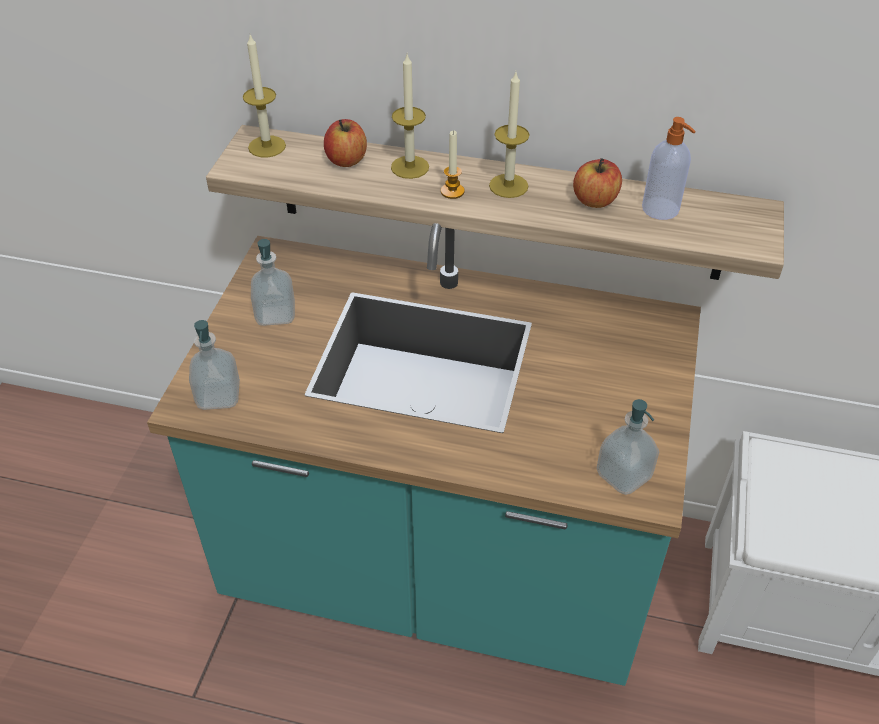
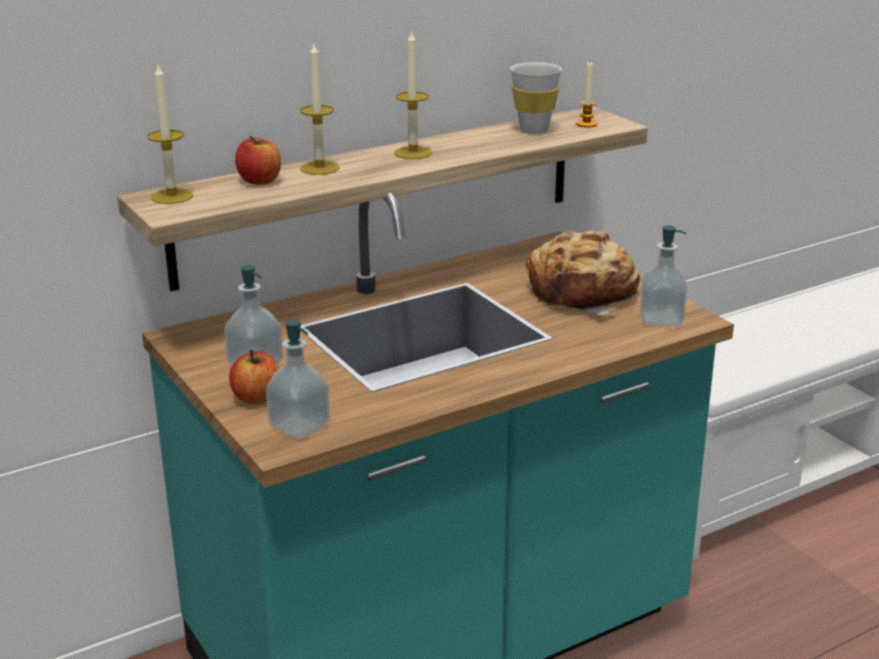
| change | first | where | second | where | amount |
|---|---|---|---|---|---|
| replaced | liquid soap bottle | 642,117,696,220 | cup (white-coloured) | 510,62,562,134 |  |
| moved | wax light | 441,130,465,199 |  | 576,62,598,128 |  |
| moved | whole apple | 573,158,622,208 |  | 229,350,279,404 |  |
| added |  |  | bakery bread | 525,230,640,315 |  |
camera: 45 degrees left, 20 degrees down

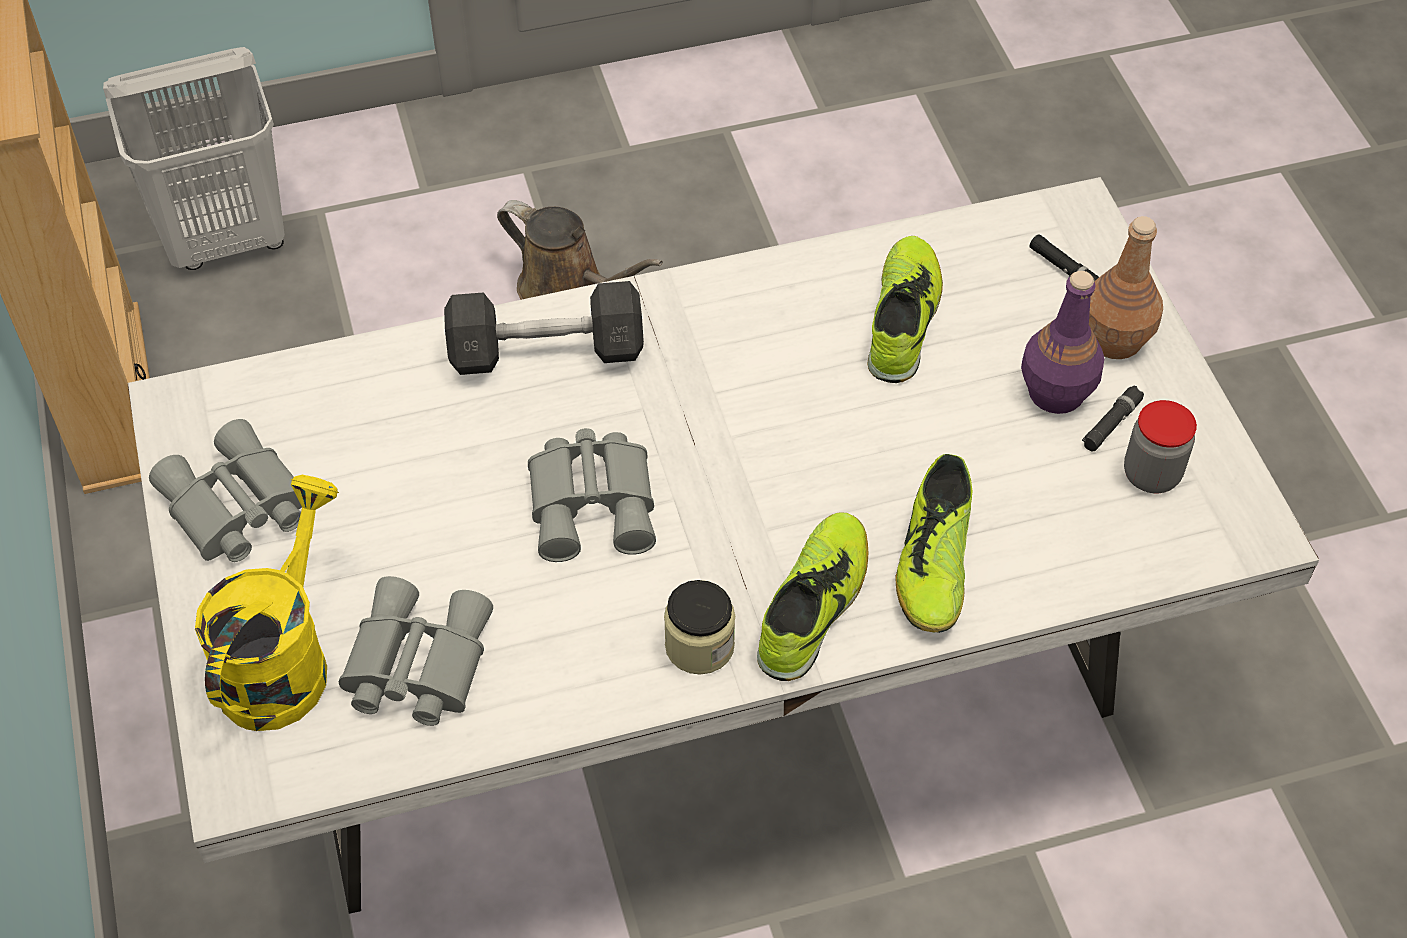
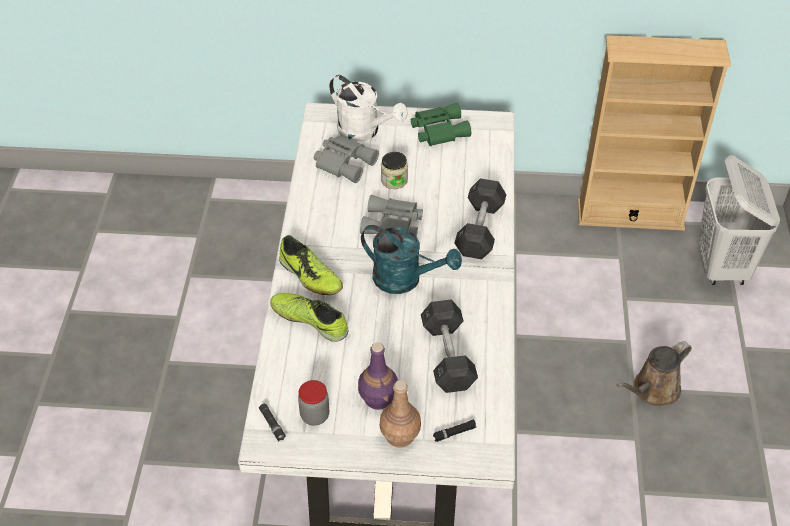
| change | first | where | second | where | amount |
|---|---|---|---|---|---|
| replaced | item of footwear | 867,236,943,383 | free weight (greyish) | 421,300,478,393 |  |
| moved | torch (black) | 1082,386,1144,451 |  | 259,403,286,441 |  |
| recoloured | pair of binoculars (greyish) | 149,419,302,562 | pair of binoculars (green-coloured) | 411,103,471,146 |  |
| recoloured | watering pot (yellowish) | 195,475,339,731 | watering pot (white-coloured) | 329,75,408,141 |  |
| moved | storage jar | 664,580,735,675 |  | 381,152,408,189 |  |
| added |  |  | watering pot (turquoise) | 361,225,462,294 |  |
camera: 110 degrees right, 5 degrees down

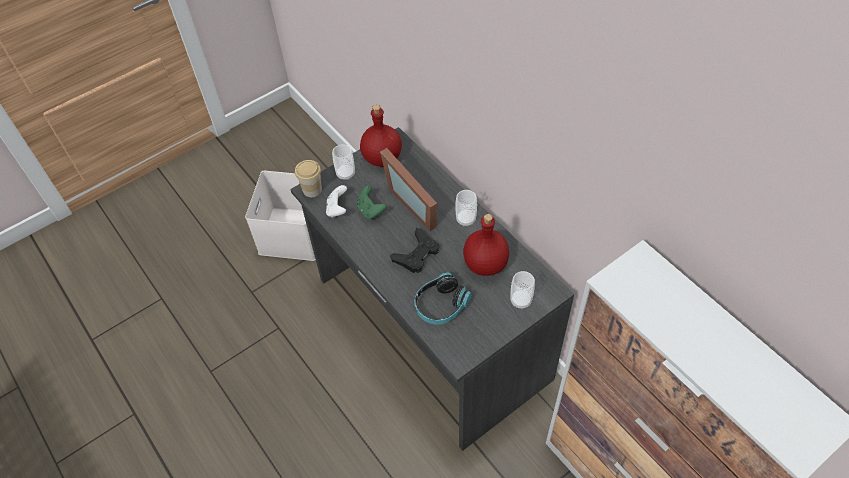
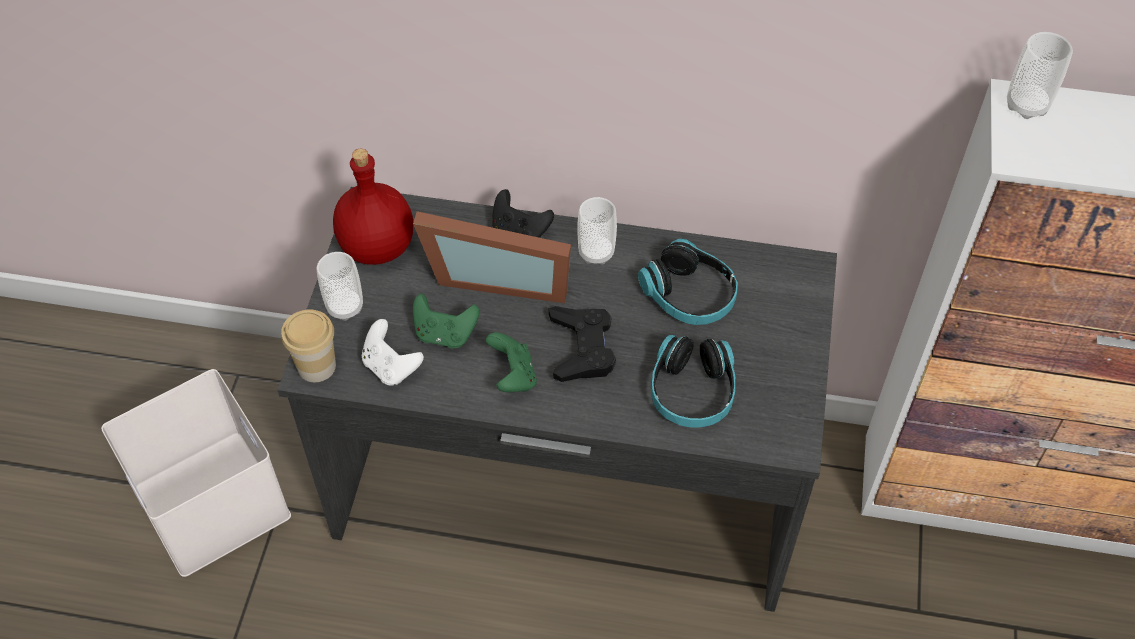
| change | first | where | second | where | amount |
|---|---|---|---|---|---|
| replaced | beverage bottle (red) | 463,214,509,276 | pair of headphones | 638,238,738,325 |  |
| moved | cup | 510,271,535,309 |  | 1007,32,1073,119 |  |
| added |  |  | gamepad (black) | 492,189,554,238 |  |
| added |  |  | gamepad (green-coloured) | 486,332,537,392 |  |
camera: 45 degrees left, 0 degrees up

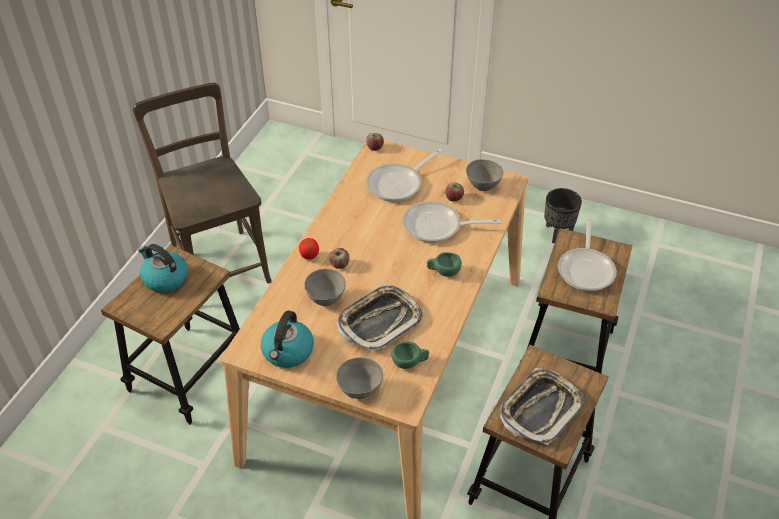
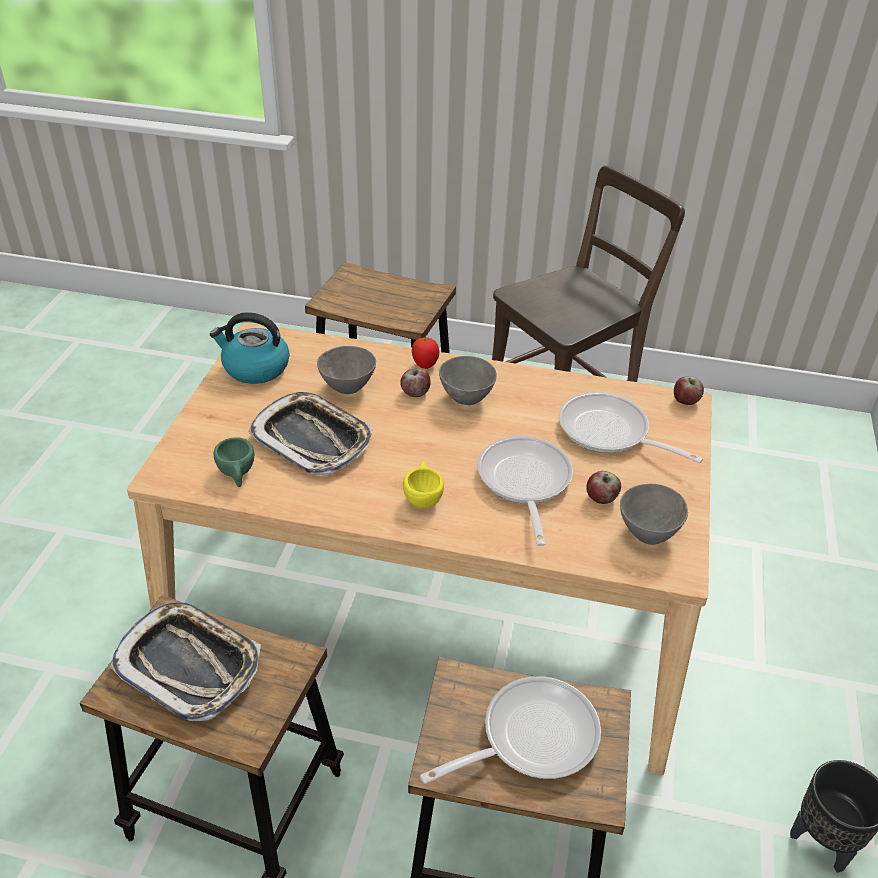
| change | first | where | second | where | amount |
|---|---|---|---|---|---|
| turned | skillet | 558,217,617,291 |  | 420,676,601,784 | 150 degrees clockwise |
| removed | kettle | 138,244,188,292 |  |  |  |
| recoloured | cup (green-coloured) | 427,252,462,277 | cup (yellowish) | 403,461,444,508 |  |
| moved | serving bowl (greyish) | 336,357,383,399 |  | 439,356,497,405 |  |
camera: 80 degrees right, 5 degrees down

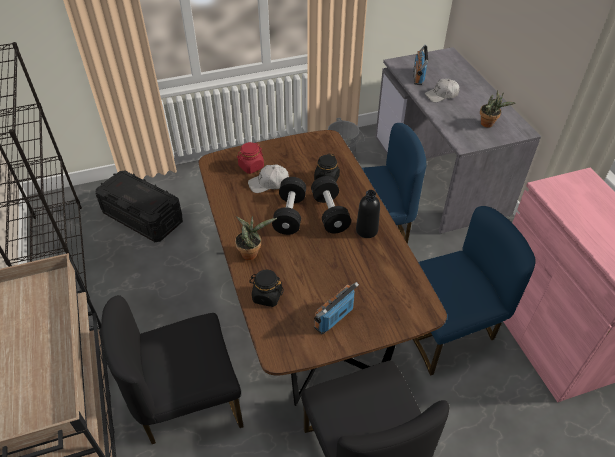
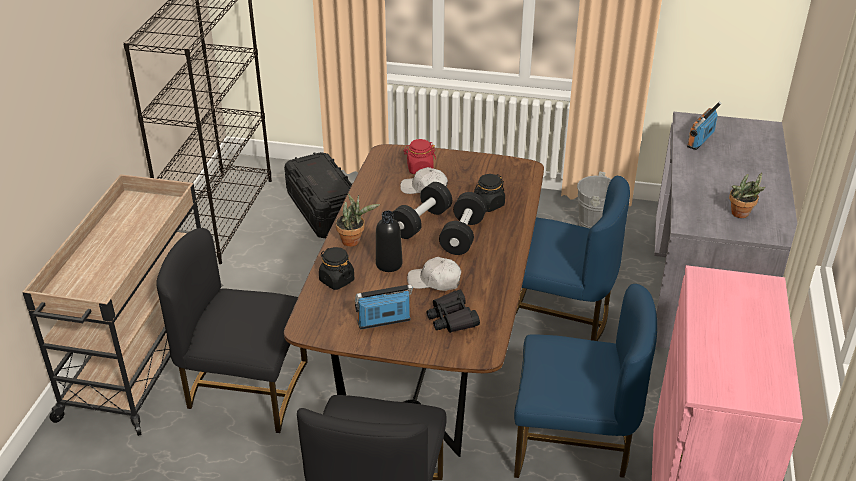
| change | first | where | second | where | amount |
|---|---|---|---|---|---|
| moved | baseball cap (white-coloured) | 425,79,460,102 |  | 407,257,461,291 |  |
| moved | beverage bottle (black) | 356,190,380,238 |  | 376,211,403,272 |  |
| added |  |  | pair of binoculars (black) | 426,290,480,333 |  |
camera: 30 degrees right, 10 degrees down

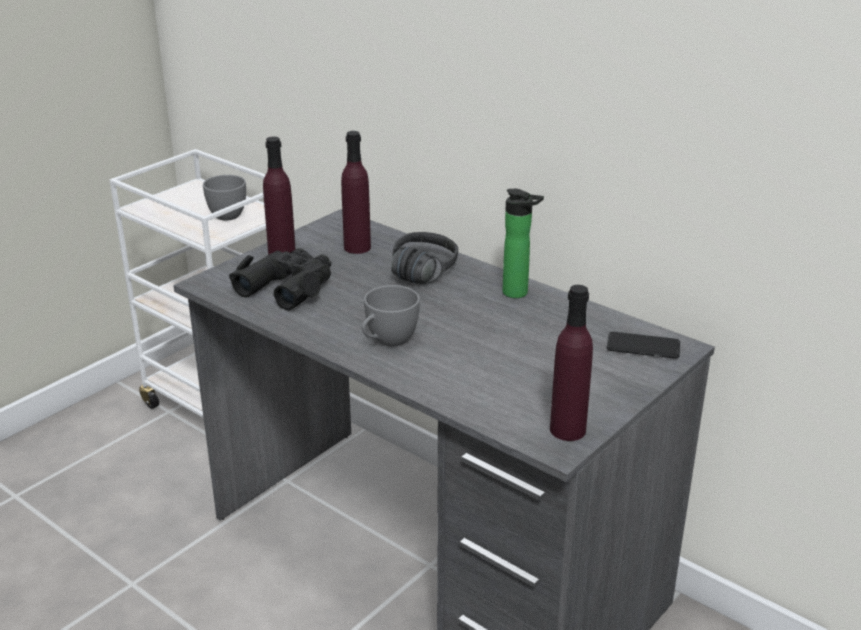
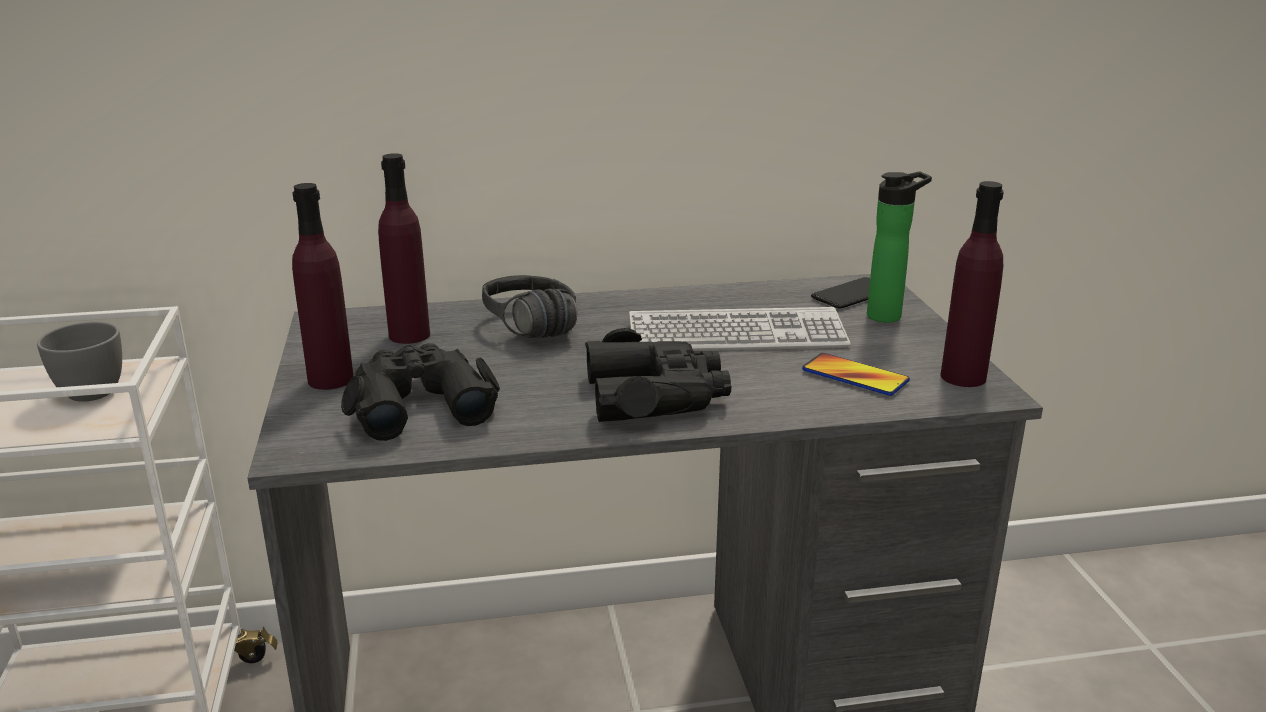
| change | first | where | second | where | amount |
|---|---|---|---|---|---|
| moved | beverage bottle | 502,189,544,298 |  | 867,172,932,323 |  |
| replaced | cup (greyish) | 362,285,420,346 | pair of binoculars (black) | 585,328,731,422 |  |
| added |  |  | keyboard | 629,307,851,351 |  |
| added |  |  | telephone | 802,353,910,396 |  |
camera: 50 degrees left, 5 degrees down

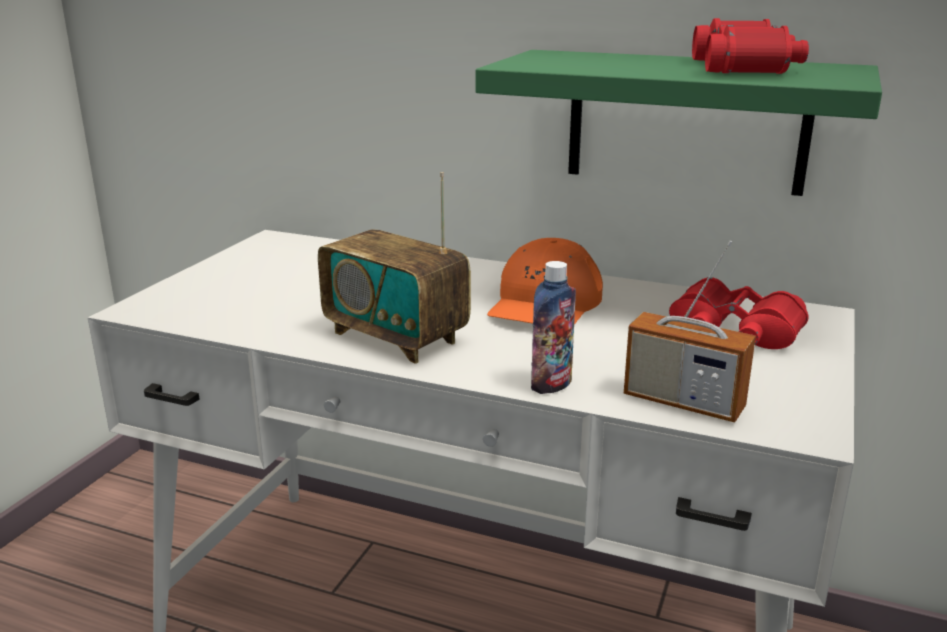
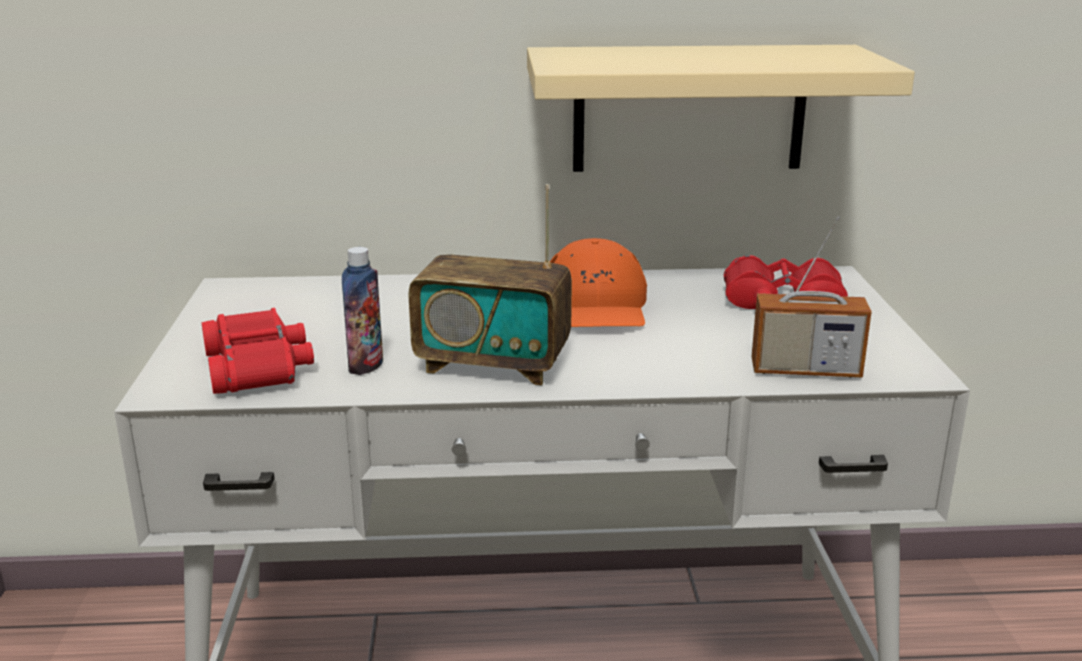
| change | first | where | second | where | amount |
|---|---|---|---|---|---|
| moved | pair of binoculars (red) | 692,18,809,74 |  | 202,308,314,394 |  |
| recoloured | shelf (green-coloured) | 476,50,882,196 | shelf (beige) | 527,45,915,172 |  |
| moved | beverage bottle | 531,261,576,394 |  | 342,247,383,375 |  |
camera: 25 degrees left, 0 degrees up

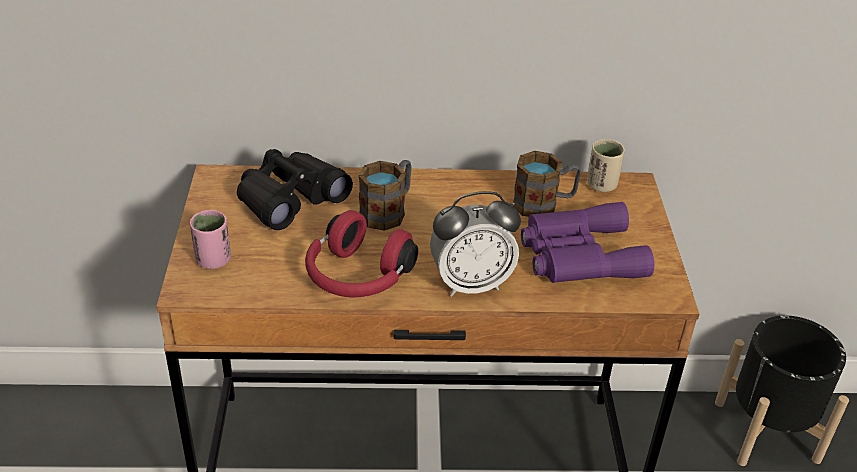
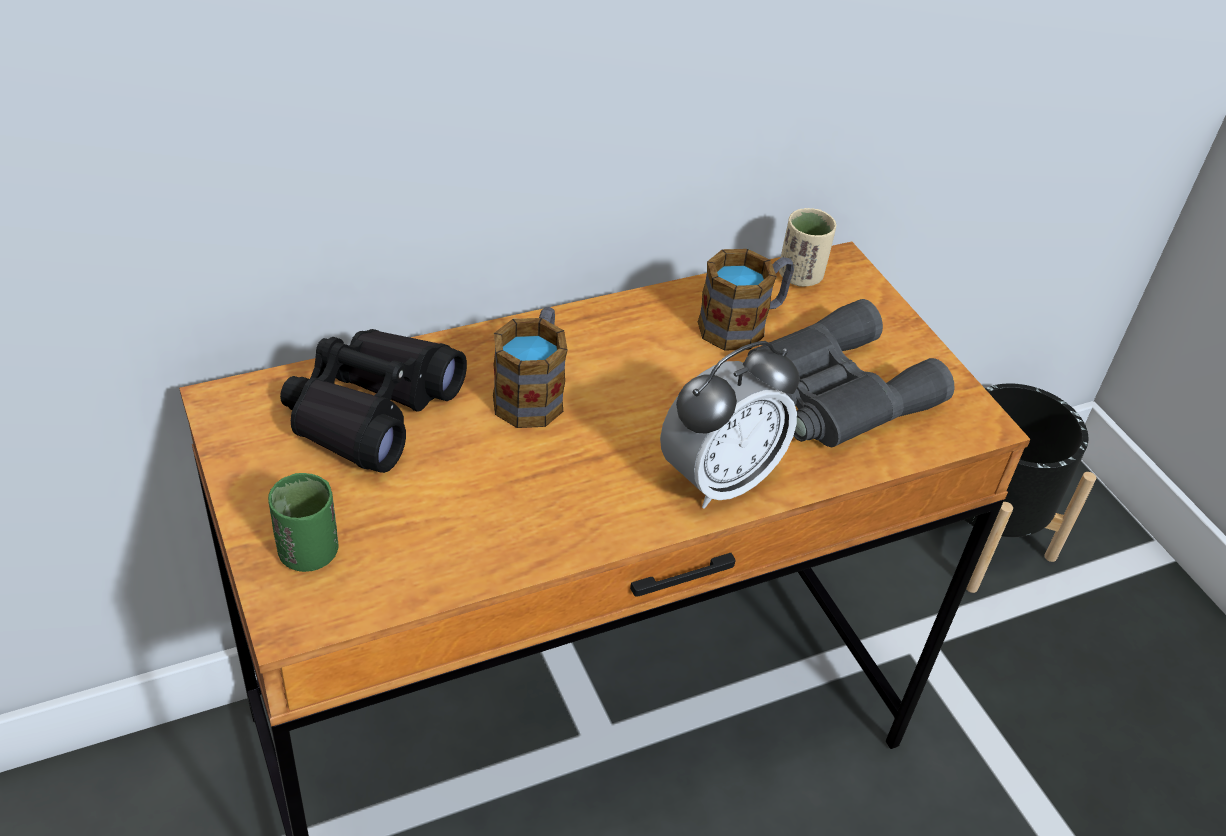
| change | first | where | second | where | amount |
|---|---|---|---|---|---|
| recoloured | pair of binoculars (purple-coloured) | 521,202,654,283 | pair of binoculars (greyish) | 747,299,954,447 |  |
| recoloured | cup (pink) | 190,210,231,269 | cup (green-coloured) | 268,473,339,572 |  |
| removed | pair of headphones (red) | 305,210,418,298 |  |  |  |
camera: 25 degrees left, 5 degrees up

